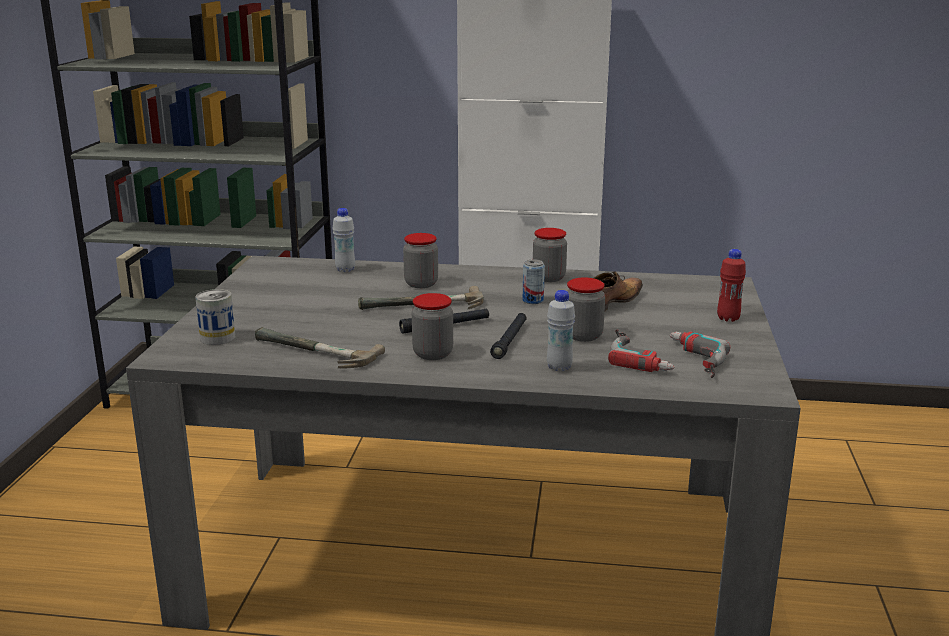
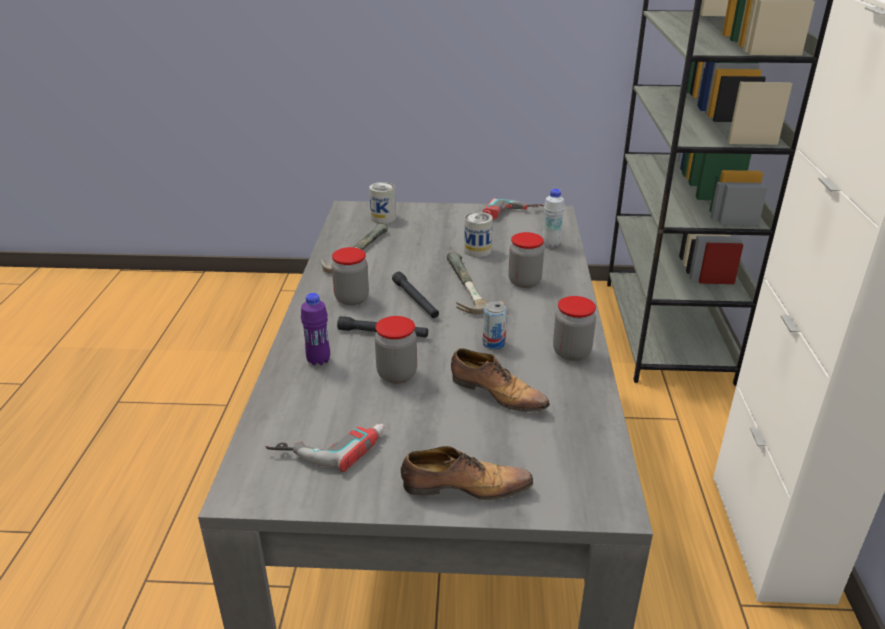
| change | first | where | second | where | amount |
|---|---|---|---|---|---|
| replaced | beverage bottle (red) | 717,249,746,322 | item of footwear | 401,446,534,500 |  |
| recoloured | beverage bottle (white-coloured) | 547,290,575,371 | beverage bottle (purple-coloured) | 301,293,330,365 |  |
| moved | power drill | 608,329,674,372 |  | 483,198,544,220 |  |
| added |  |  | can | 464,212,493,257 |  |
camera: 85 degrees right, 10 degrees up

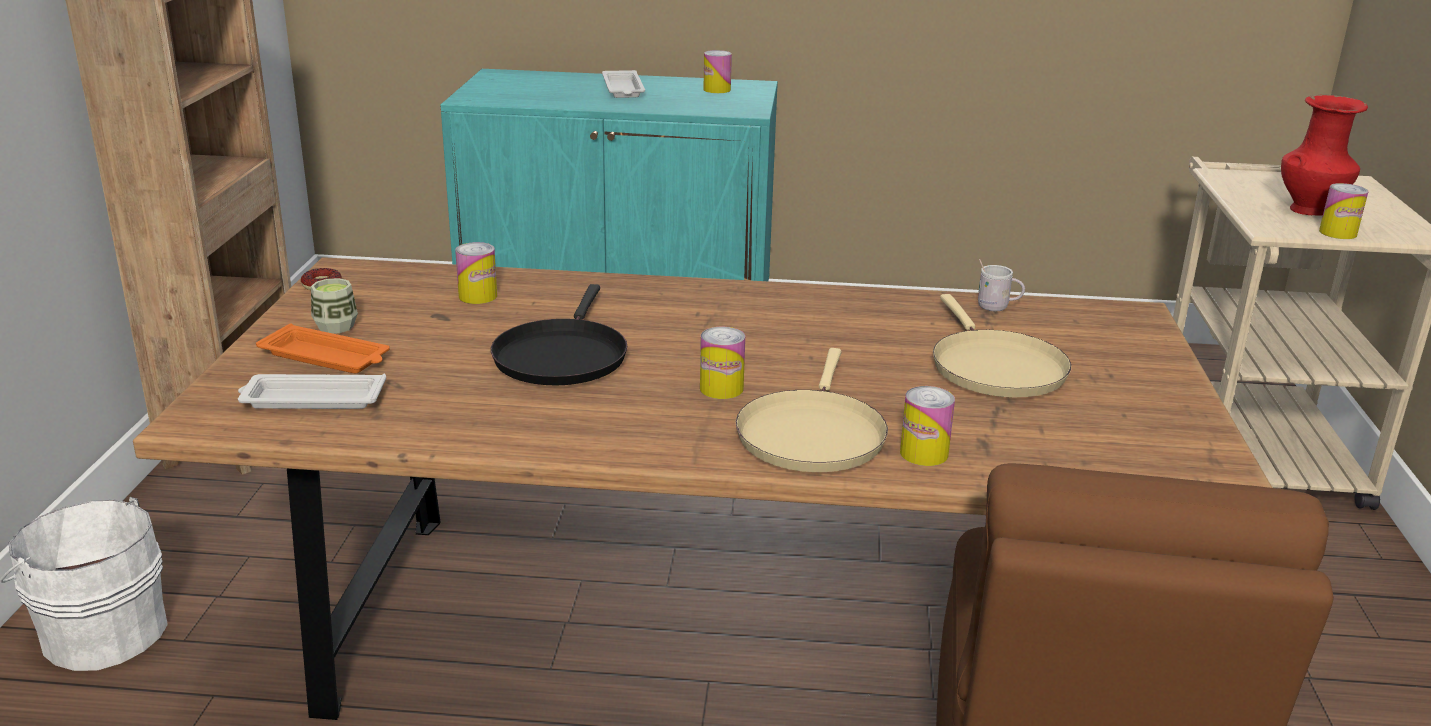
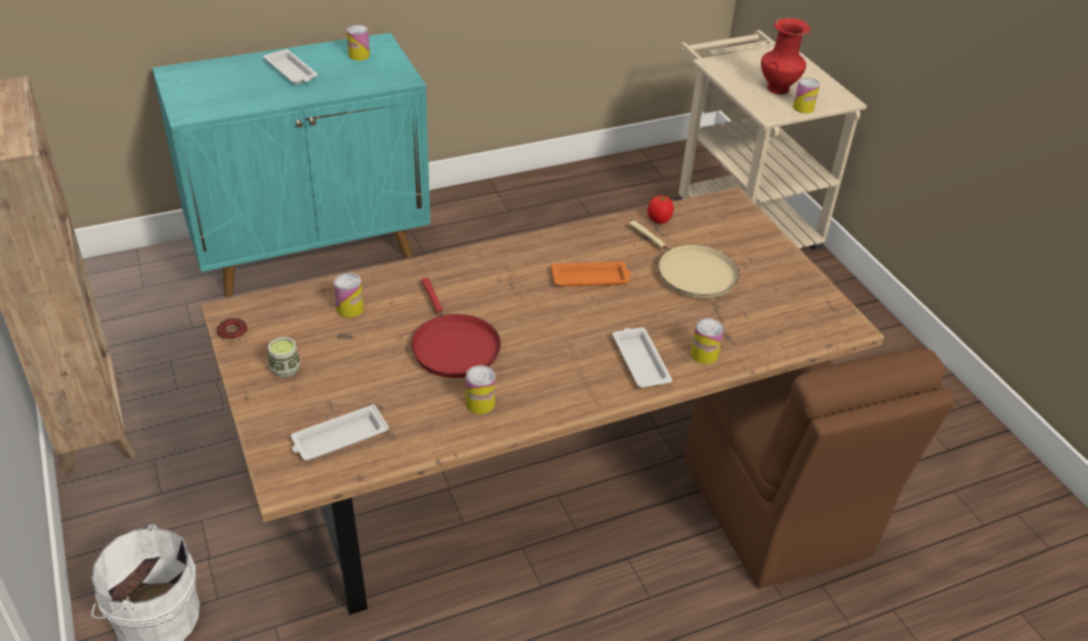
| change | first | where | second | where | amount |
|---|---|---|---|---|---|
| replaced | coffee mug (white-coloured) | 978,259,1025,311 | whole tomato | 648,195,674,224 |  |
| recoloured | skillet (black) | 491,284,627,385 | skillet (red) | 411,278,501,378 |  |
| moved | serving tray (orange-coloured) | 256,323,390,373 |  | 551,262,631,287 |  |
| moved | can | 700,327,745,399 |  | 466,365,496,414 |  |
| replaced | skillet (beige) | 736,348,888,472 | serving tray (white-coloured) | 612,327,673,388 |  |
camera: 30 degrees left, 15 degrees up

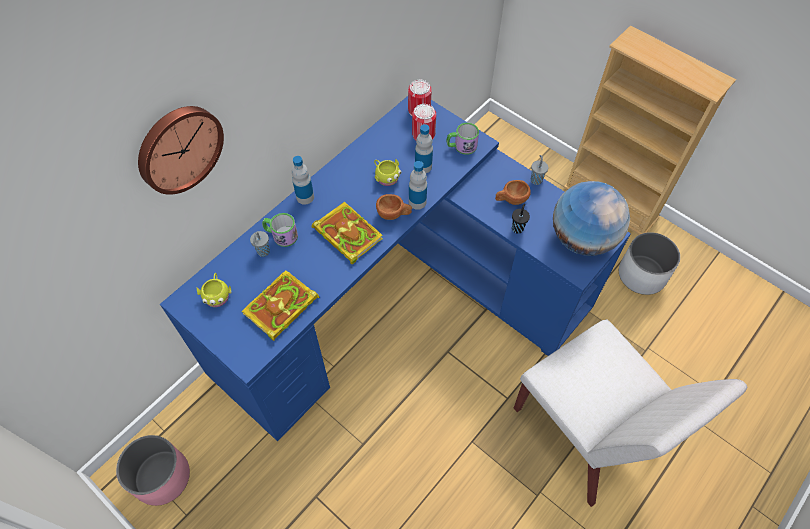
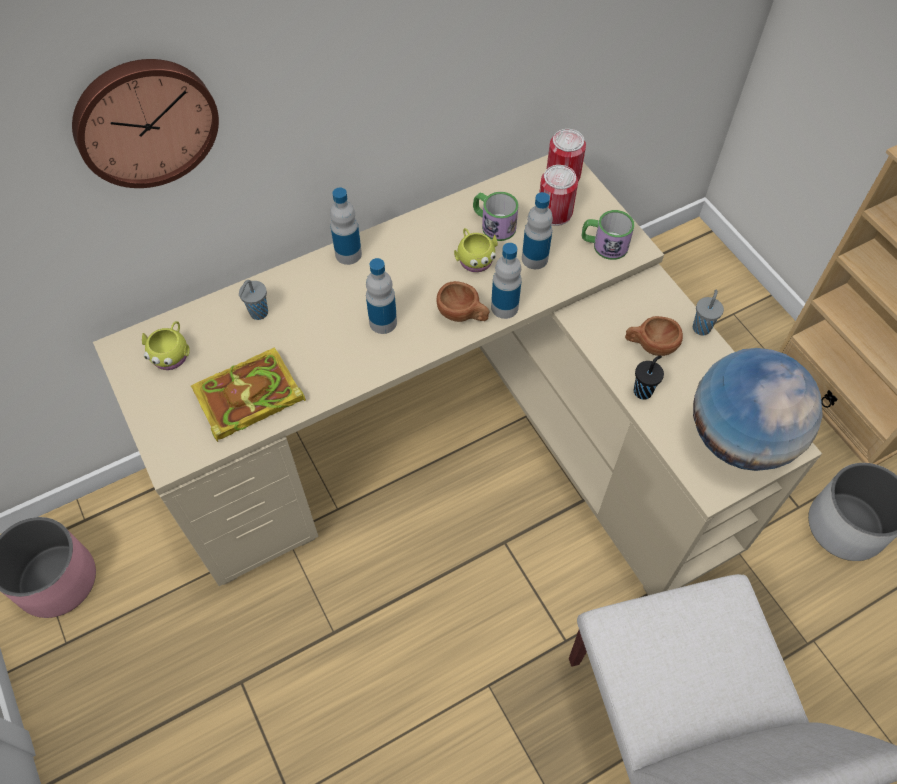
| change | first | where | second | where | amount |
|---|---|---|---|---|---|
| recoloured | desk table (blue) | 160,96,631,441 | desk table (beige) | 93,155,822,595 |  |
| replaced | volume | 311,202,383,264 | beverage bottle | 366,258,397,334 |  |
| moved | coffee mug | 262,213,298,247 |  | 473,192,519,241 |  |
camera: 20 degrees right, 0 degrees up

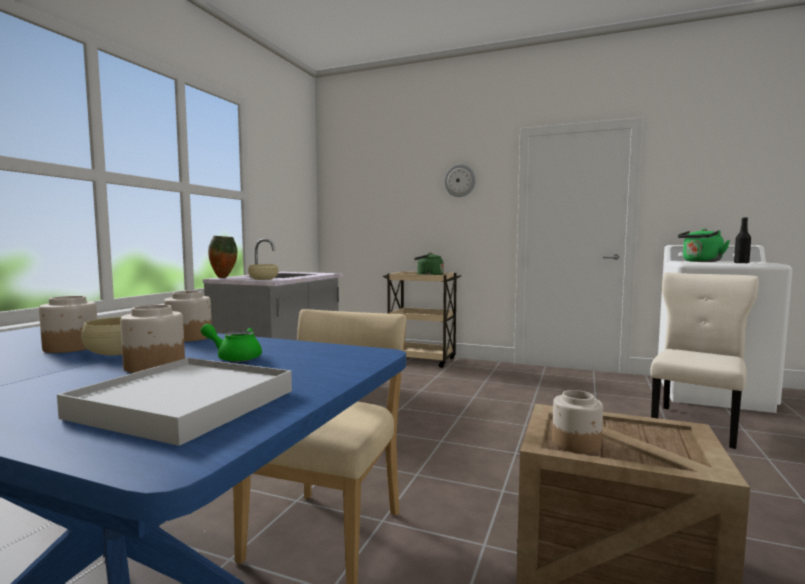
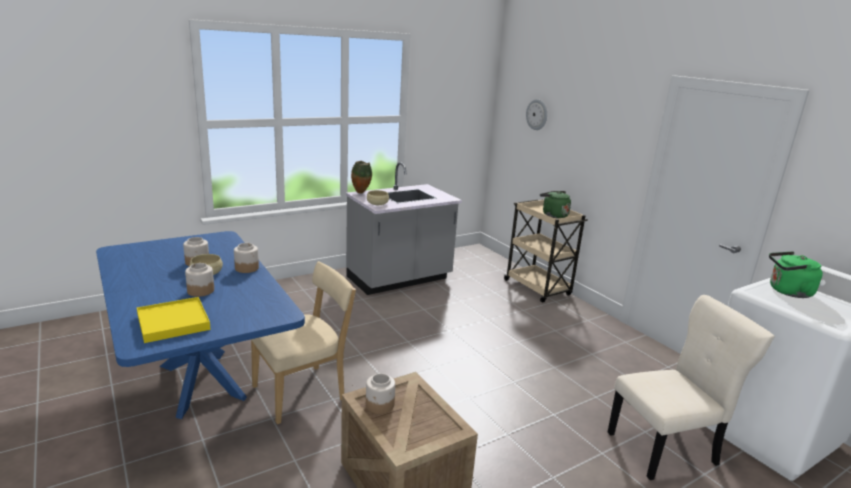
| change | first | where | second | where | amount |
|---|---|---|---|---|---|
| moved | wall clock | 444,164,476,197 |  | 526,99,547,130 |  |
| removed | beverage bottle (black) | 734,217,751,264 |  |  |  |
| removed | tea pot (green-coloured) | 201,324,262,362 |  |  |  |
| recoloured | serving tray (white-coloured) | 57,358,292,446 | serving tray (yellowish) | 137,297,211,343 |  |
camera: 35 degrees right, 15 degrees up

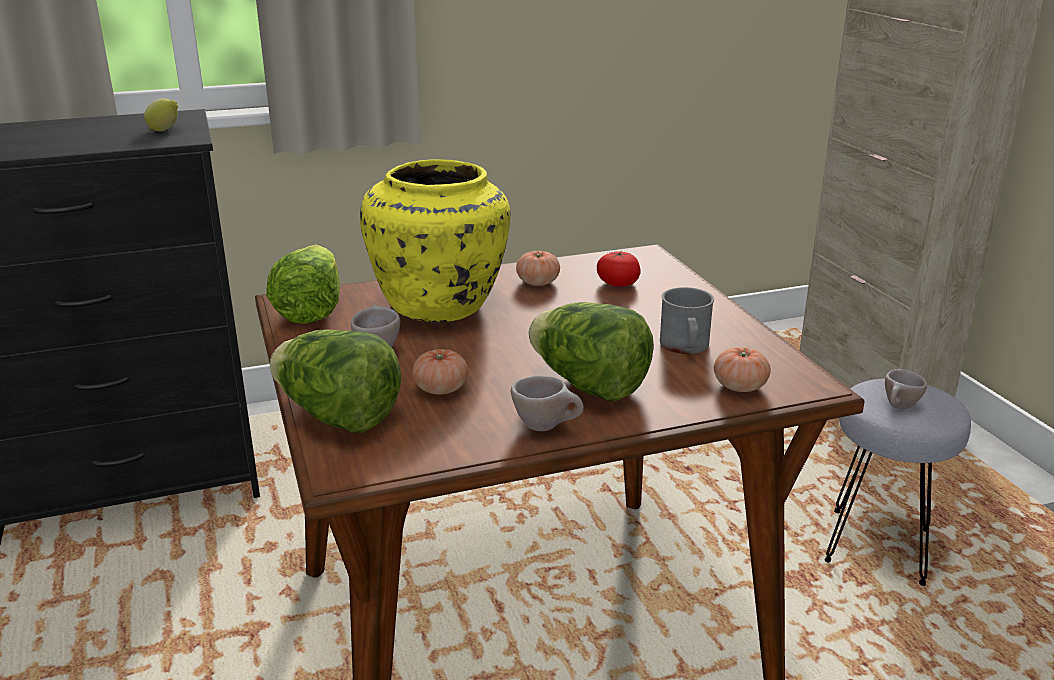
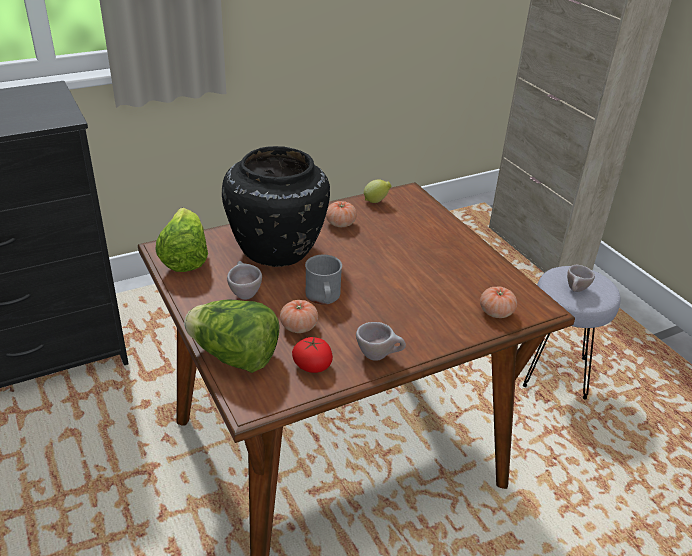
| change | first | where | second | where | amount |
|---|---|---|---|---|---|
| moved | lemon | 144,98,178,131 |  | 364,179,392,203 |  |
| recoloured | decorative vase (yellowish) | 360,160,511,322 | decorative vase (black) | 222,146,330,267 |  |
| moved | whole tomato | 597,250,641,287 |  | 292,336,333,373 |  |
| moved | coffee mug (greyish) | 660,287,714,354 |  | 305,255,342,304 |  |
| removed | head of lettuce | 528,302,654,402 |  |  |  |
camera: 10 degrees left, 10 degrees up

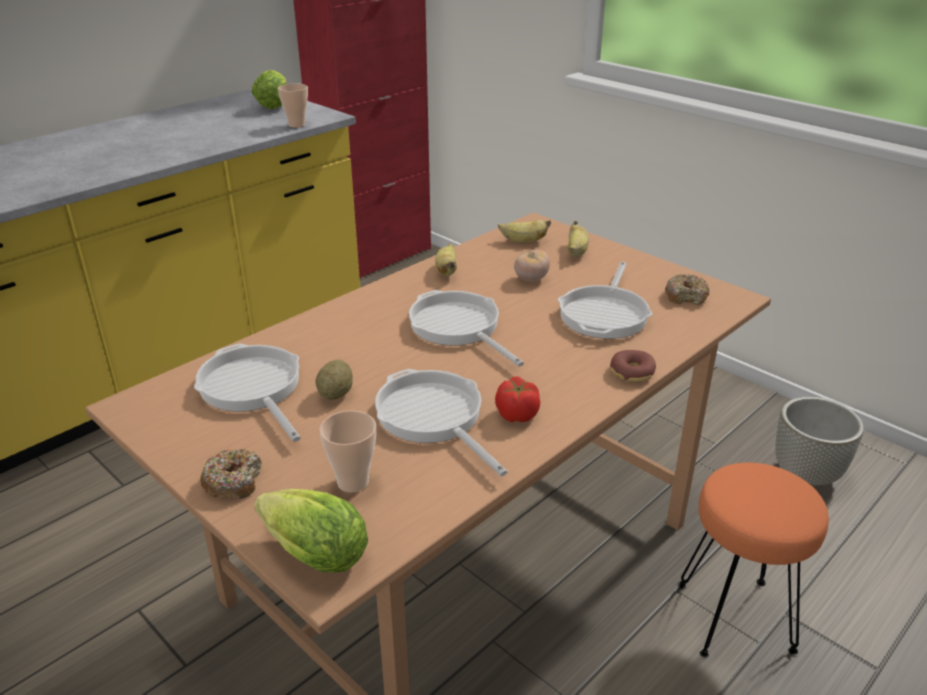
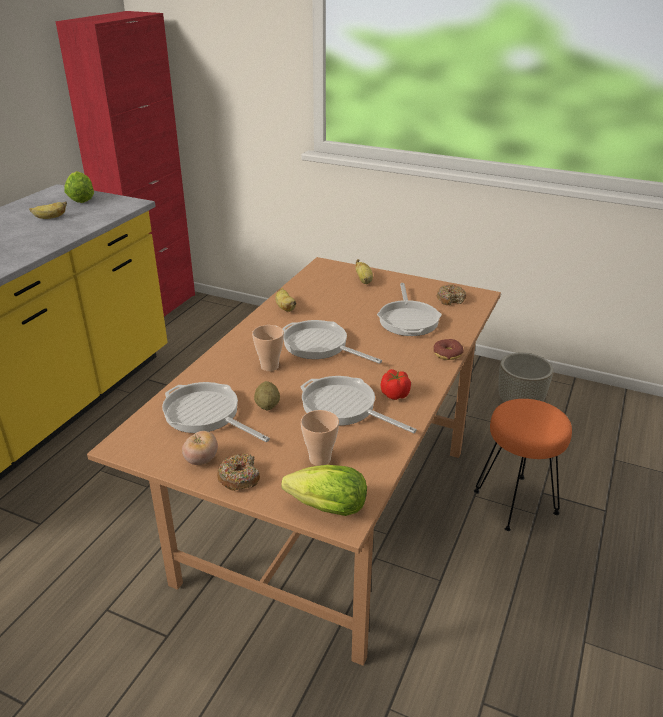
| change | first | where | second | where | amount |
|---|---|---|---|---|---|
| moved | cup | 278,83,308,128 |  | 252,325,284,371 |  |
| moved | banana | 498,220,551,242 |  | 29,201,67,219 |  |
| moved | whole tomato | 514,250,550,281 |  | 182,431,218,465 |  |
camera: 20 degrees left, 0 degrees up

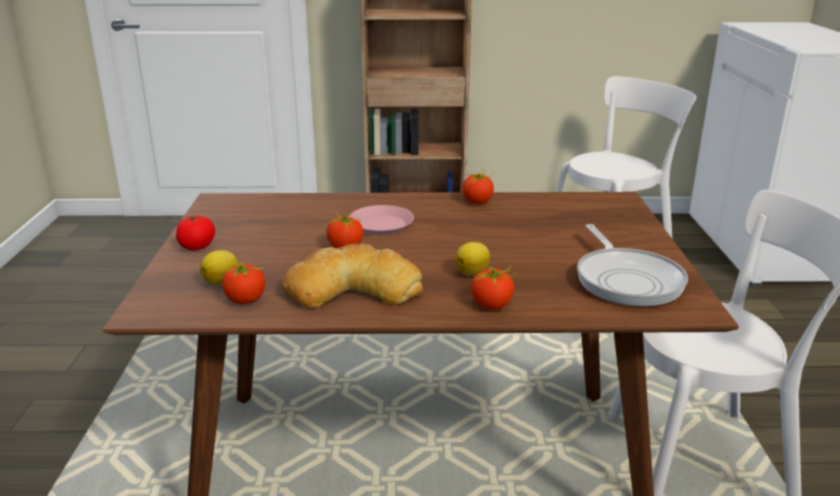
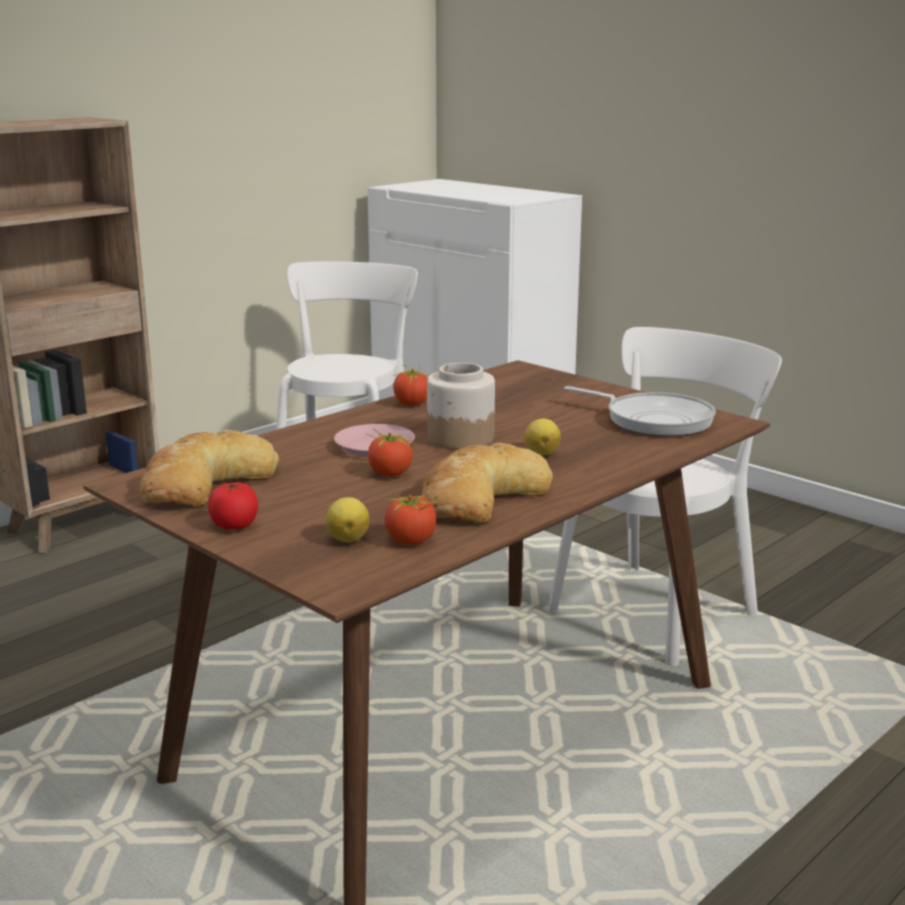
| change | first | where | second | where | amount |
|---|---|---|---|---|---|
| removed | whole tomato | 471,264,518,310 |  |  |  |
| added |  |  | storage jar | 427,363,495,450 |  |
| added |  |  | bakery bread | 140,429,279,506 |  |
camera: 45 degrees left, 5 degrees down

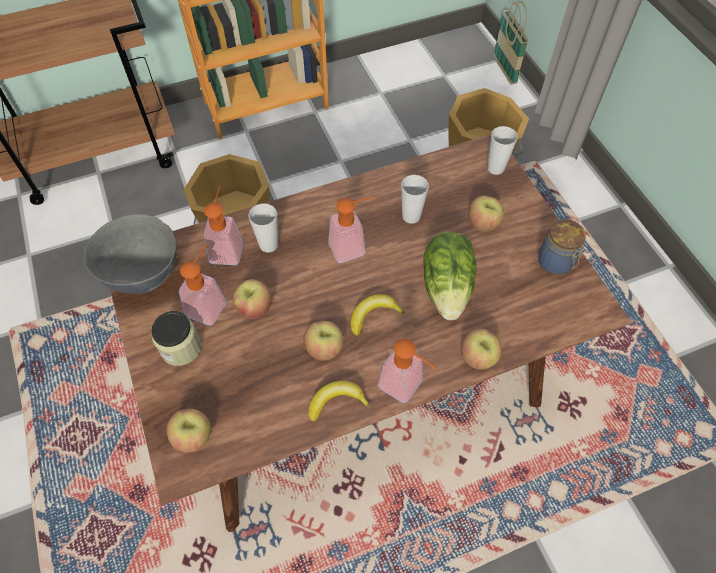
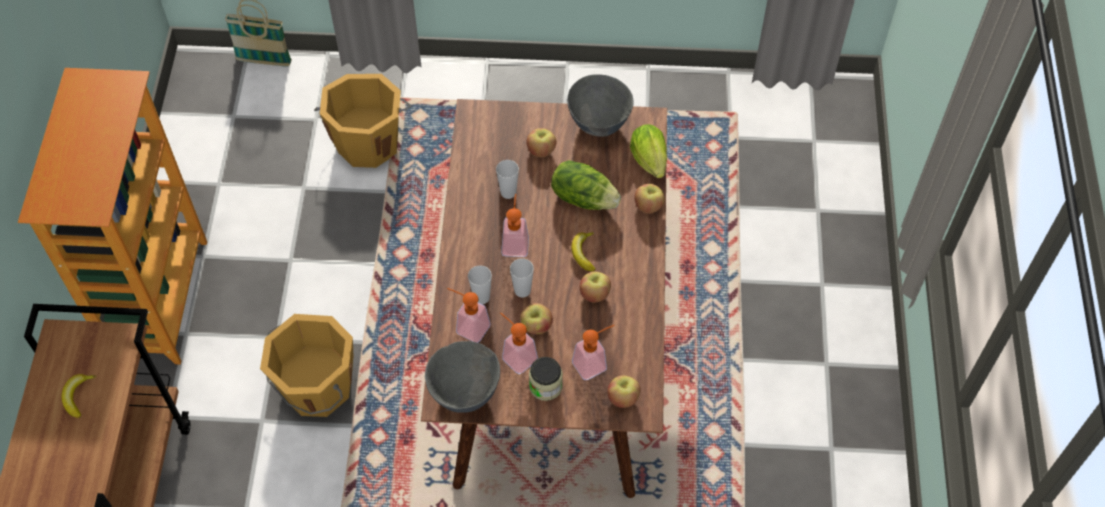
| change | first | where | second | where | amount |
|---|---|---|---|---|---|
| moved | cup | 487,126,518,175 |  | 510,258,534,298 |  |
| replaced | storage jar | 538,219,586,275 | serving bowl (greyish) | 567,74,634,137 |  |
| moved | liquid soap bottle | 378,339,437,403 |  | 572,325,614,380 |  |
| moved | banana | 308,381,370,422 |  | 61,374,96,418 |  |
| added |  |  | head of lettuce | 630,124,667,178 |  |
camera: 65 degrees left, 0 degrees up

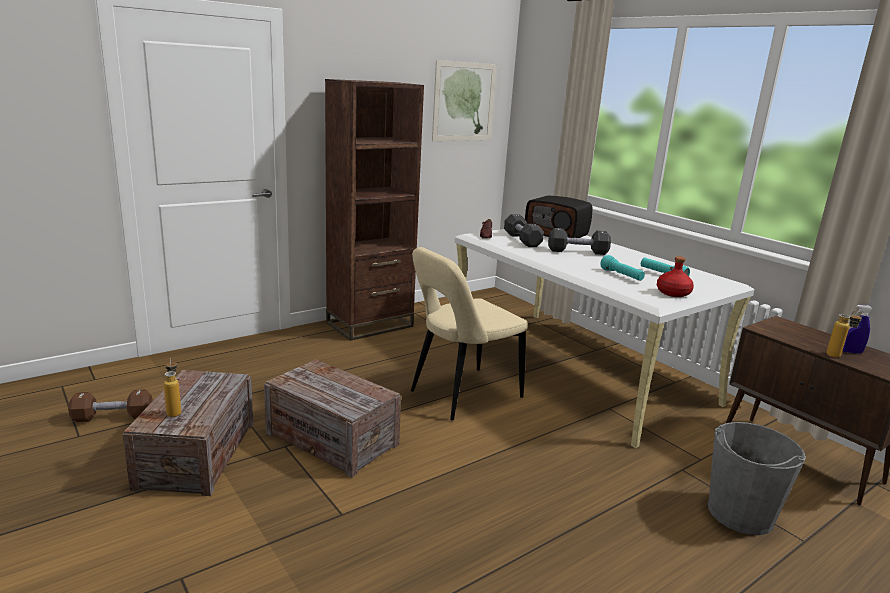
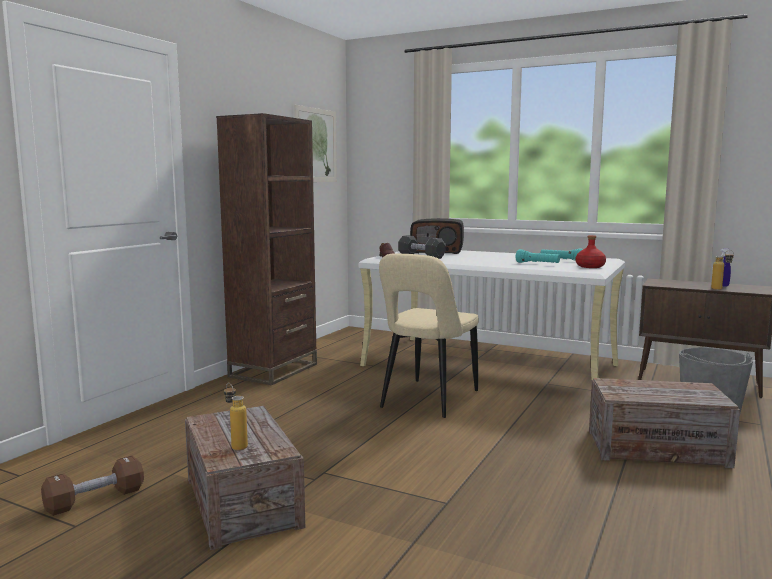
| change | first | where | second | where | amount |
|---|---|---|---|---|---|
| removed | free weight (black) | 548,228,611,255 |  |  |  |
| moved | shipping crate | 264,360,401,478 |  | 589,378,740,468 |  |
camera: 25 degrees left, 10 degrees down

